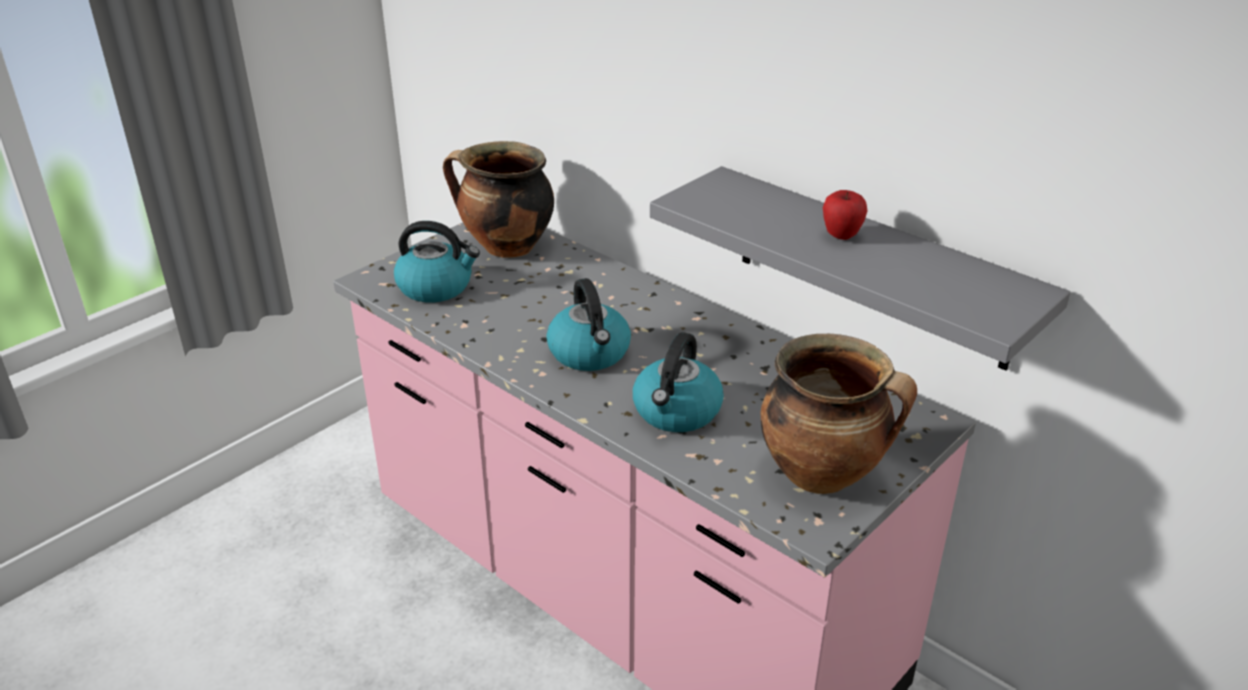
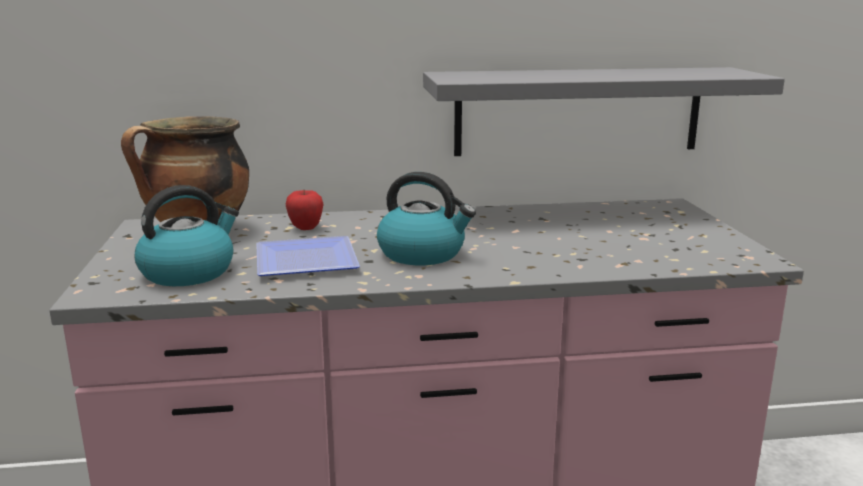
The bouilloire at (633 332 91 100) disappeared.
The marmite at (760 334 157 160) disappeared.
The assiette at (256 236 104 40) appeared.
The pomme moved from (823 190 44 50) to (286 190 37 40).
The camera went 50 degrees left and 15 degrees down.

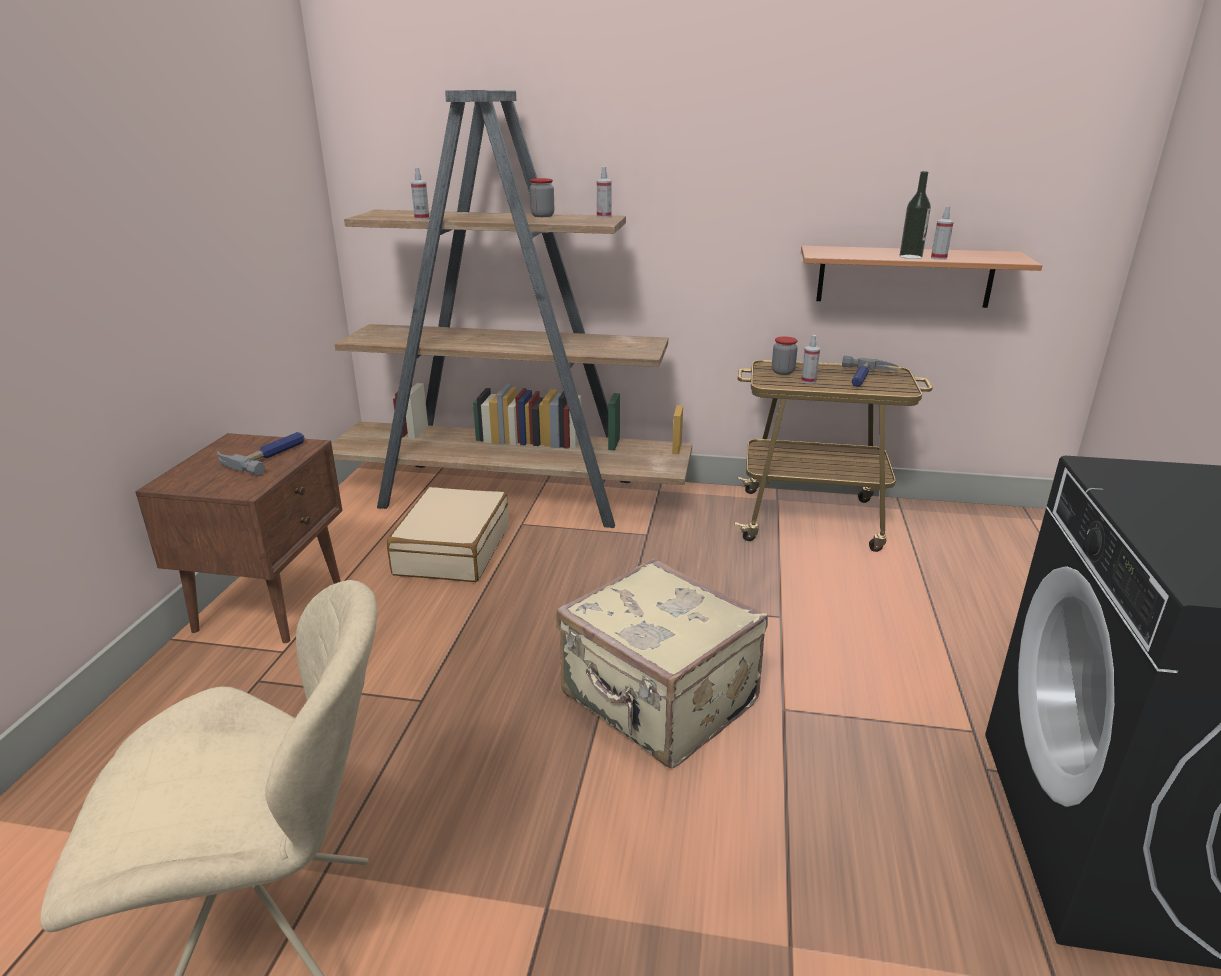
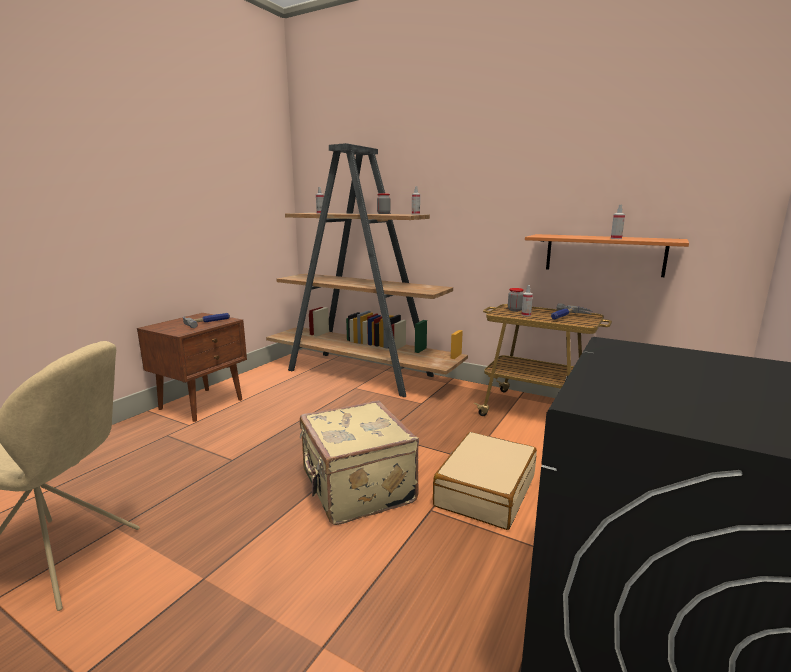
The bouteille at (900 171 31 88) disappeared.
The valise (beige) moved from (387 487 122 95) to (433 432 104 98).
The camera went 20 degrees right and 10 degrees down.

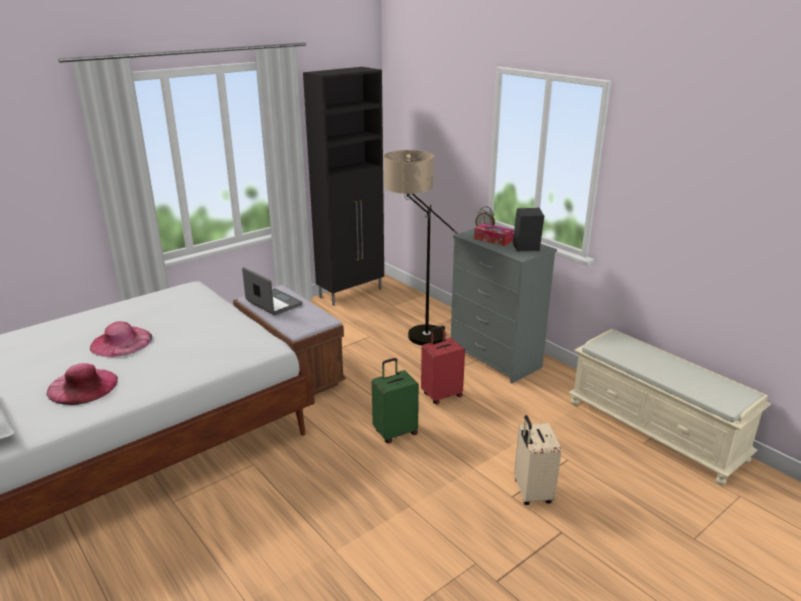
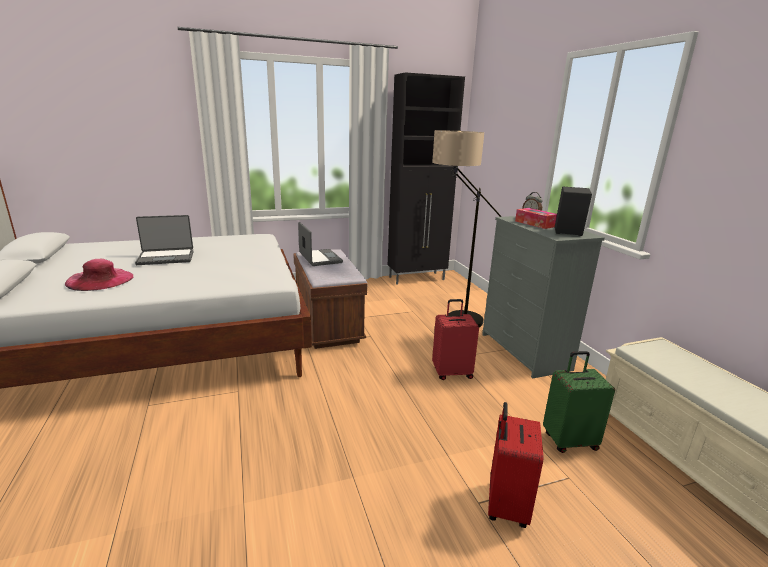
The valise (vert) moved from (372 358 47 85) to (543 351 72 102).
The chapeau (rose) at (90 322 62 35) was replaced by the ordinateur portable at (135 215 58 50).
The valise (beige) at (514 415 48 90) became the valise (rouge) at (488 402 56 126).
The camera went 20 degrees right and 5 degrees down.

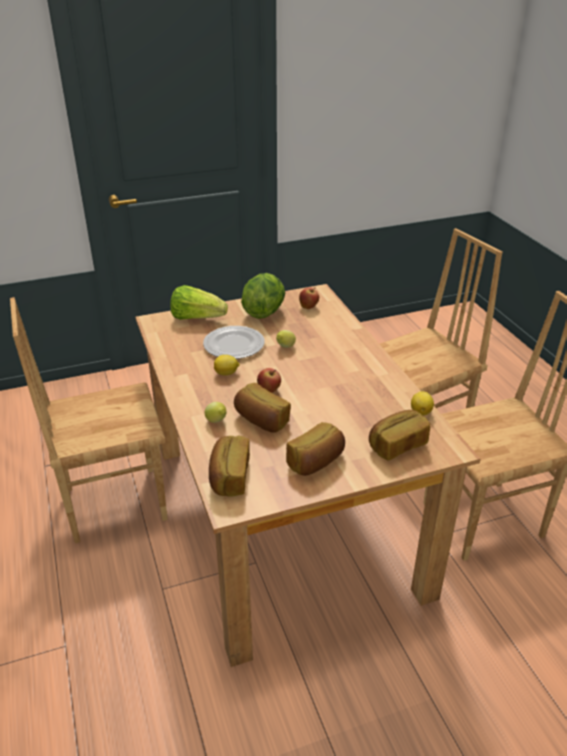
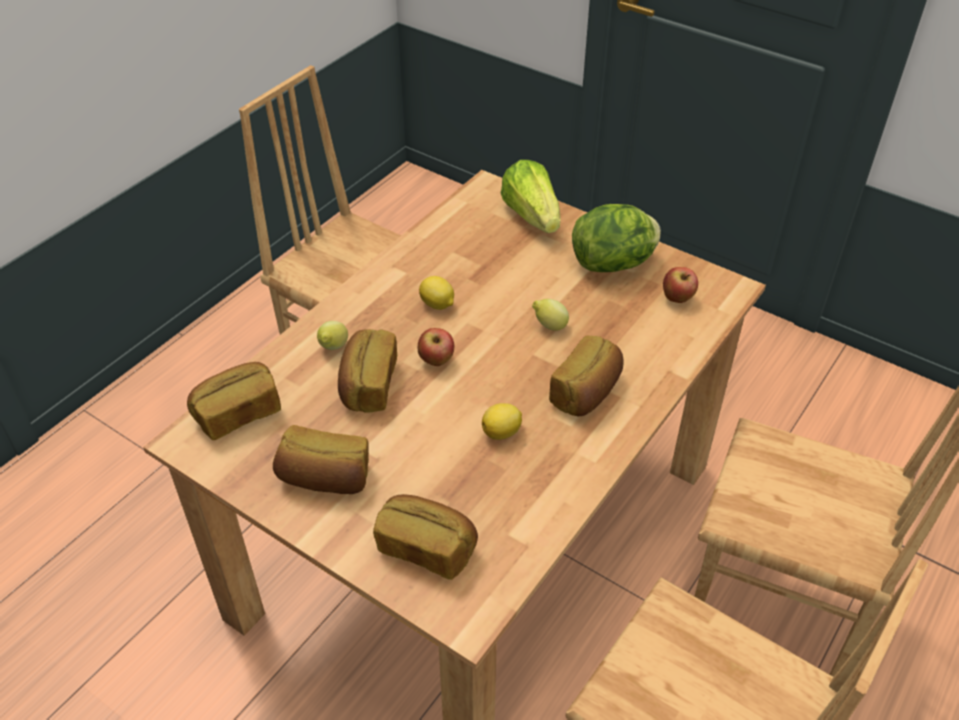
The assiette at (203 326 62 33) disappeared.
The pain at (549 335 75 81) appeared.
The citron moved from (411 391 23 25) to (482 403 40 37).
The camera went 55 degrees right and 10 degrees up.

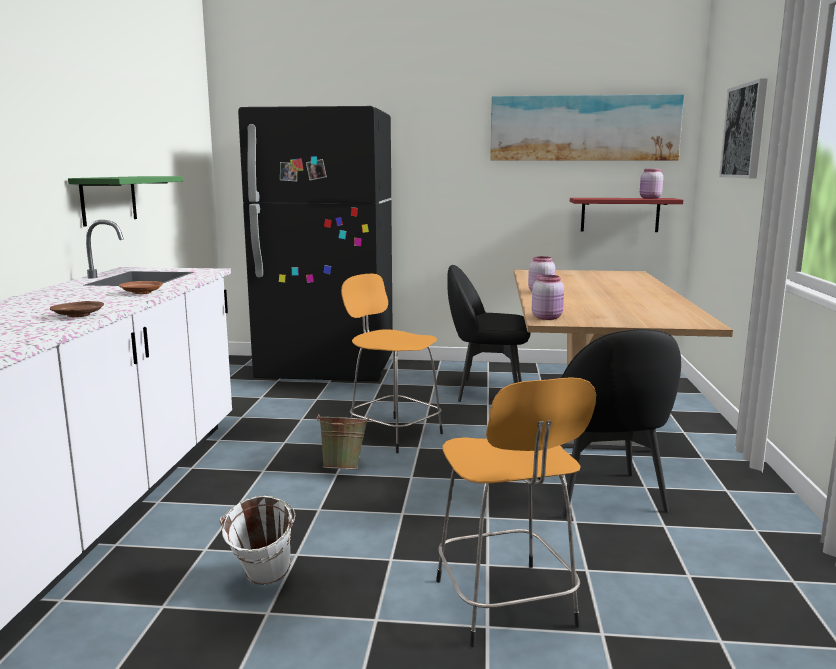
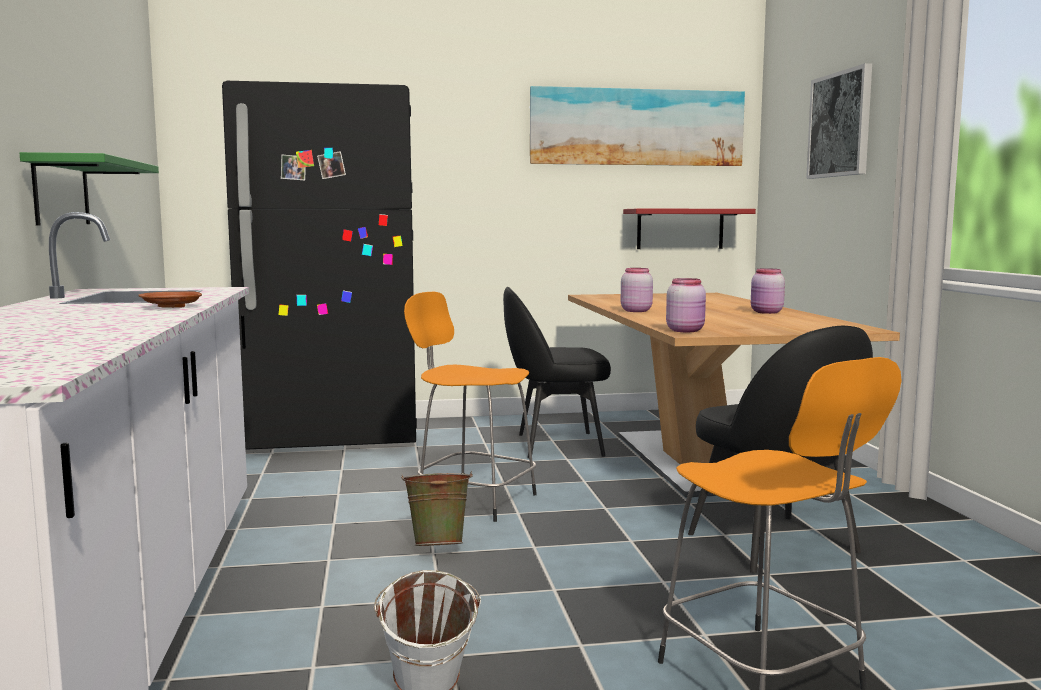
The assiette (marron) at (50 301 54 16) disappeared.
The bocal (rose) moved from (640 169 23 30) to (751 268 34 46).
The camera went 15 degrees left and 5 degrees down.

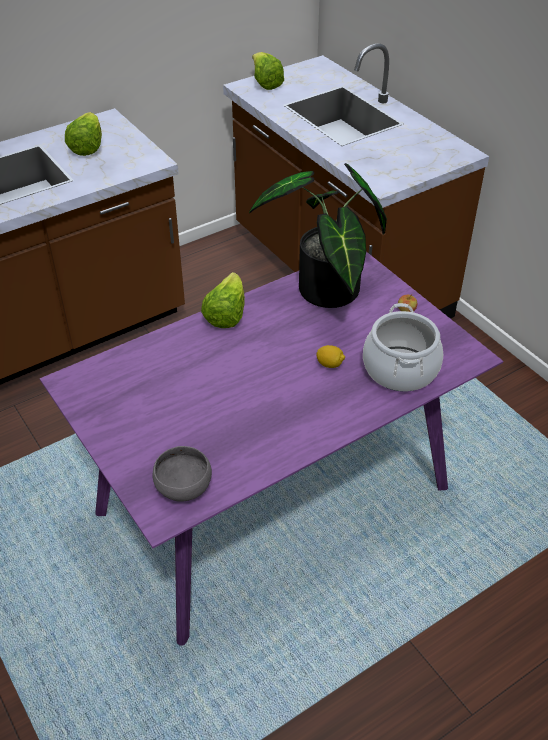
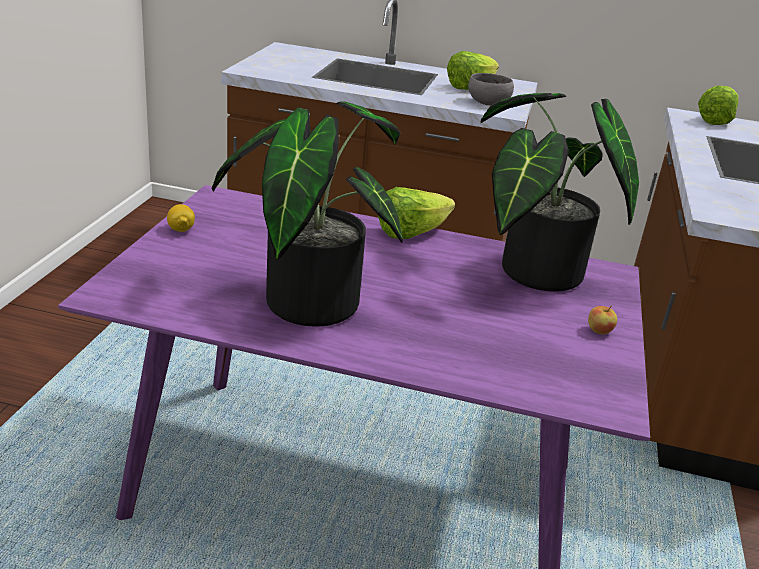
The marmite at (363 303 80 89) disappeared.
The plante en pot at (211 102 192 225) appeared.
The bol (gris) moved from (153 446 59 56) to (468 73 46 32).
The citron moved from (316 345 29 23) to (167 204 28 28).
The camera went 45 degrees right and 15 degrees down.

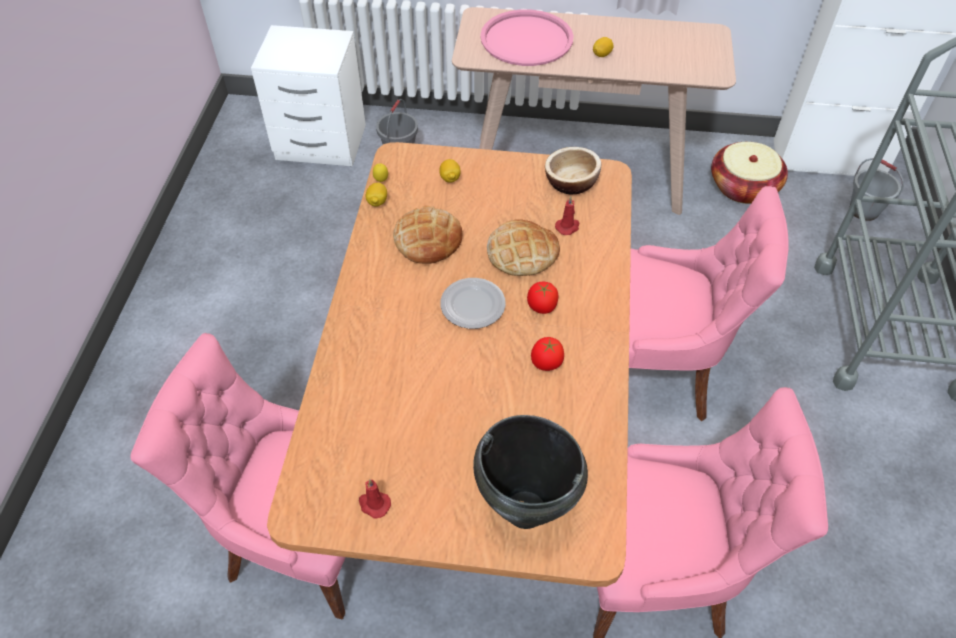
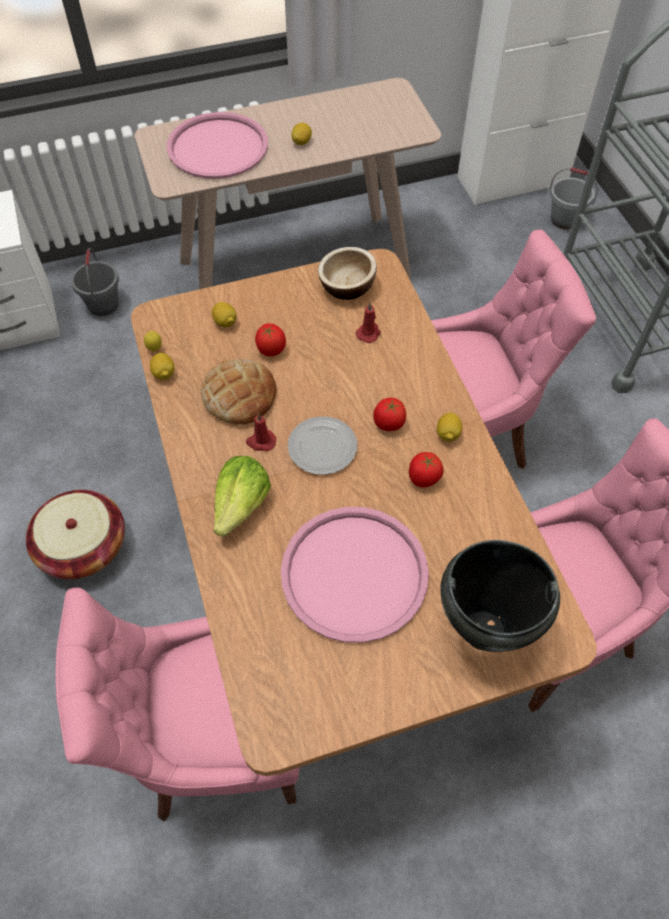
The pain at (487 219 73 57) disappeared.
The laitue at (214 456 57 81) appeared.
The tomate at (255 323 31 33) appeared.
The plateau (rose) at (281 507 148 136) appeared.
The citron at (437 412 25 30) appeared.
The bougie (rouge) moved from (359 479 32 40) to (246 413 30 38).
The panier moved from (711 142 77 62) to (26 490 99 89).
The camera went 25 degrees left and 5 degrees up.

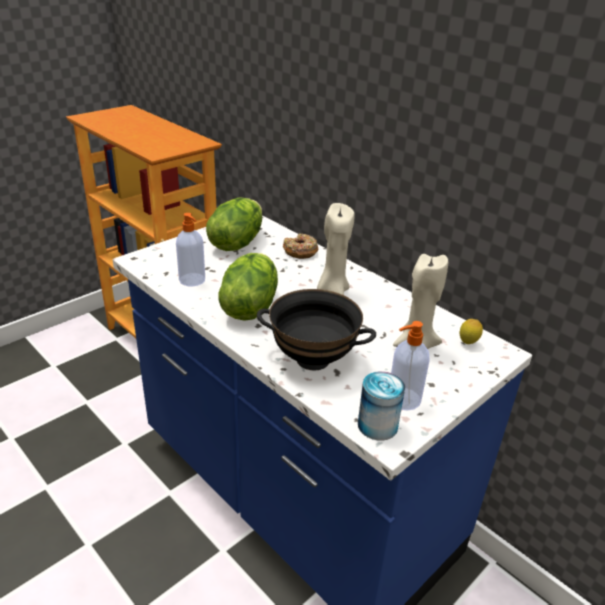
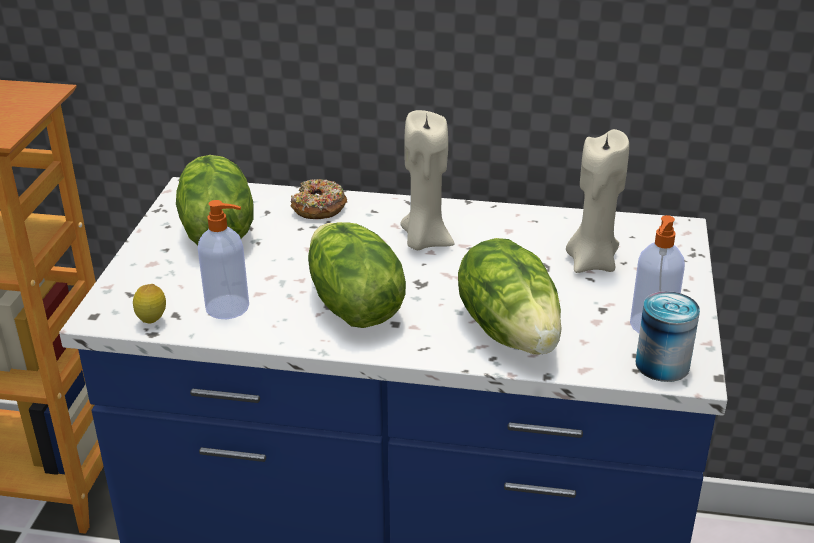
The citron moved from (460 319 23 25) to (133 284 33 40).
The bol (noir) at (257 289 119 81) was replaced by the laitue at (458 238 104 117).
The camera went 35 degrees left and 0 degrees up.

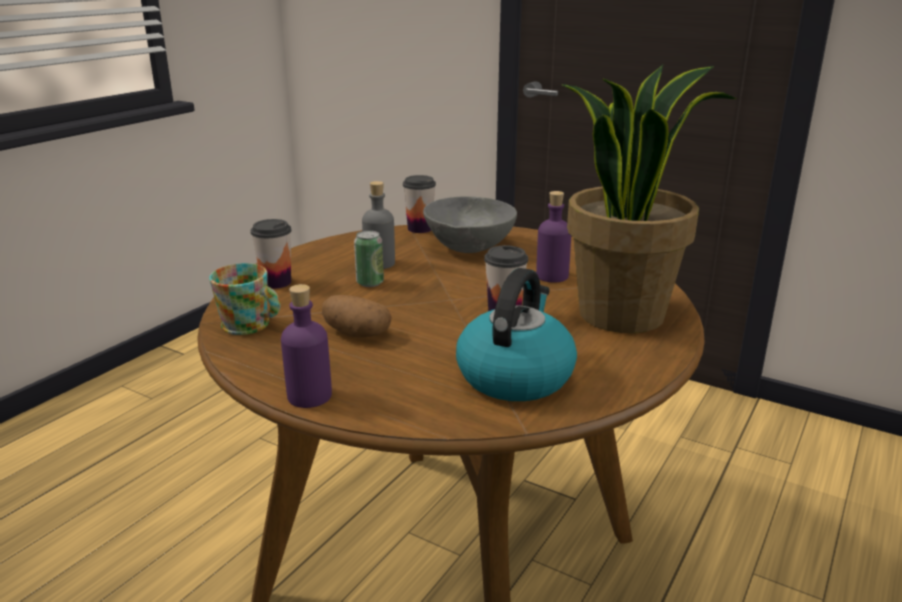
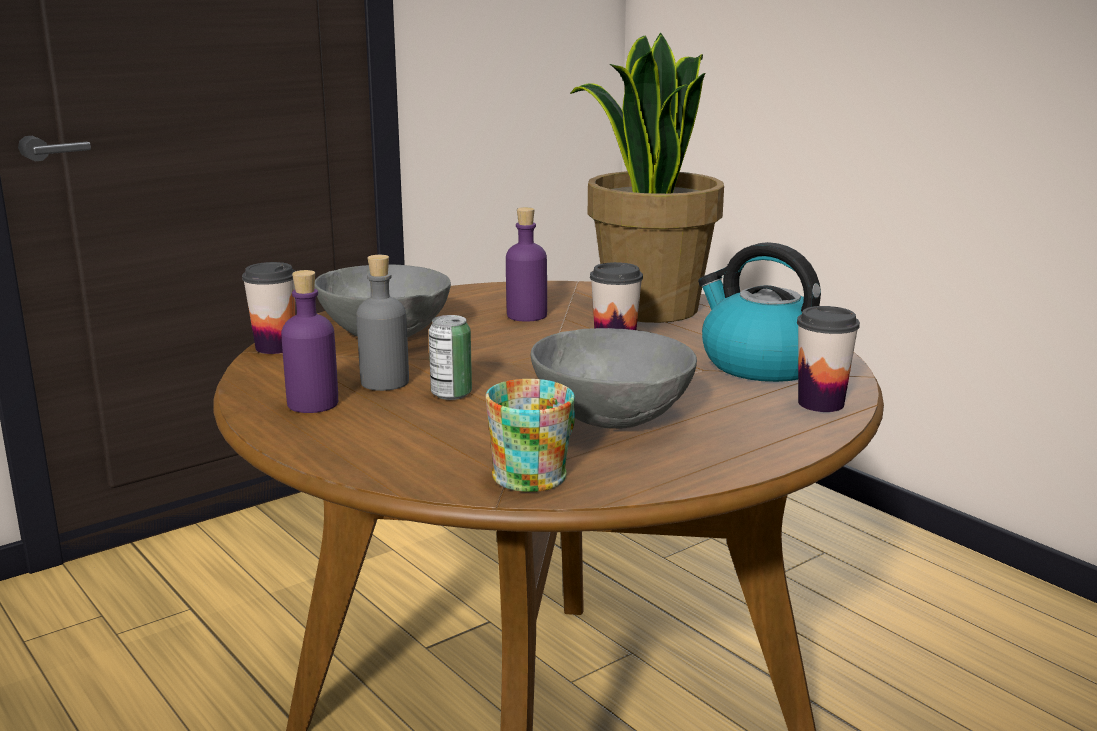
The tasse moved from (251 219 40 70) to (797 306 63 106).
The bouteille (violet) moved from (281 284 51 124) to (281 270 57 143).
The pomme de terre at (322 295 70 43) was replaced by the bol (gris) at (531 328 166 101).
The camera went 70 degrees left and 5 degrees down.

